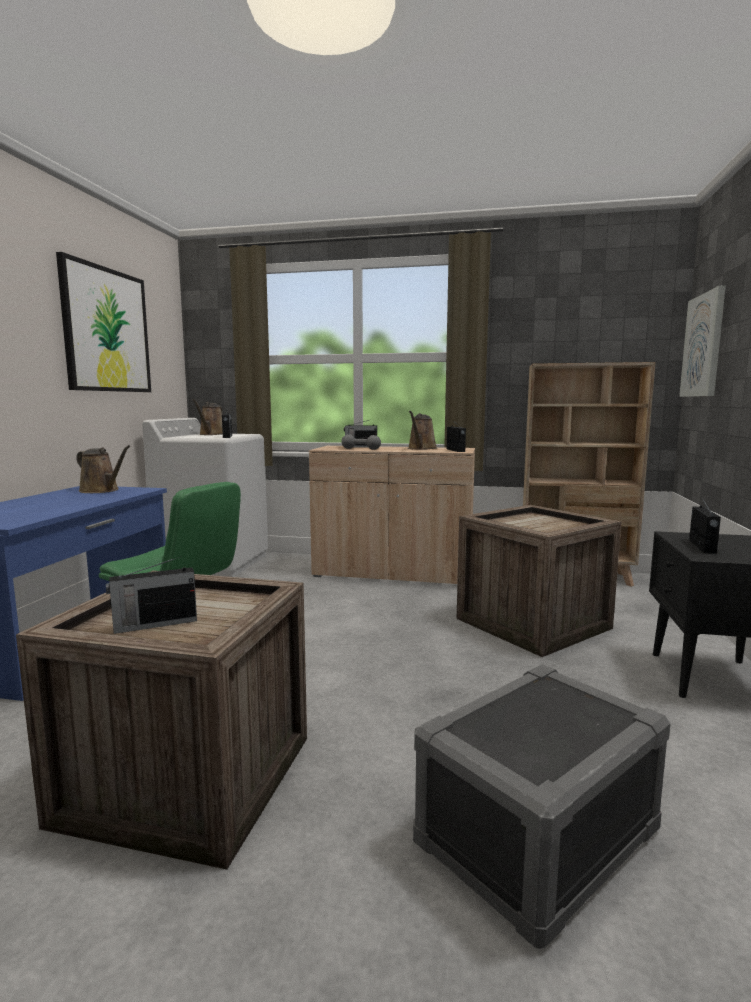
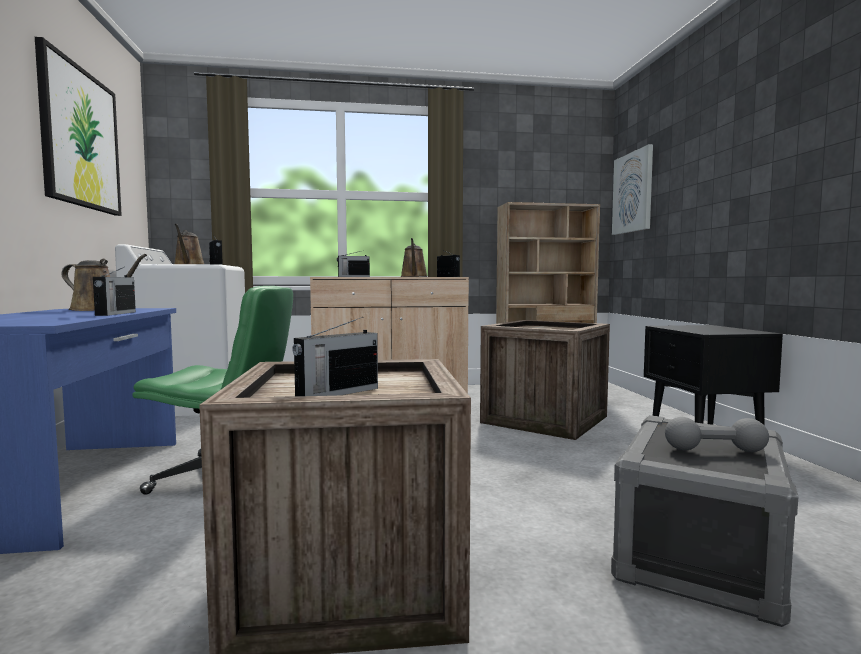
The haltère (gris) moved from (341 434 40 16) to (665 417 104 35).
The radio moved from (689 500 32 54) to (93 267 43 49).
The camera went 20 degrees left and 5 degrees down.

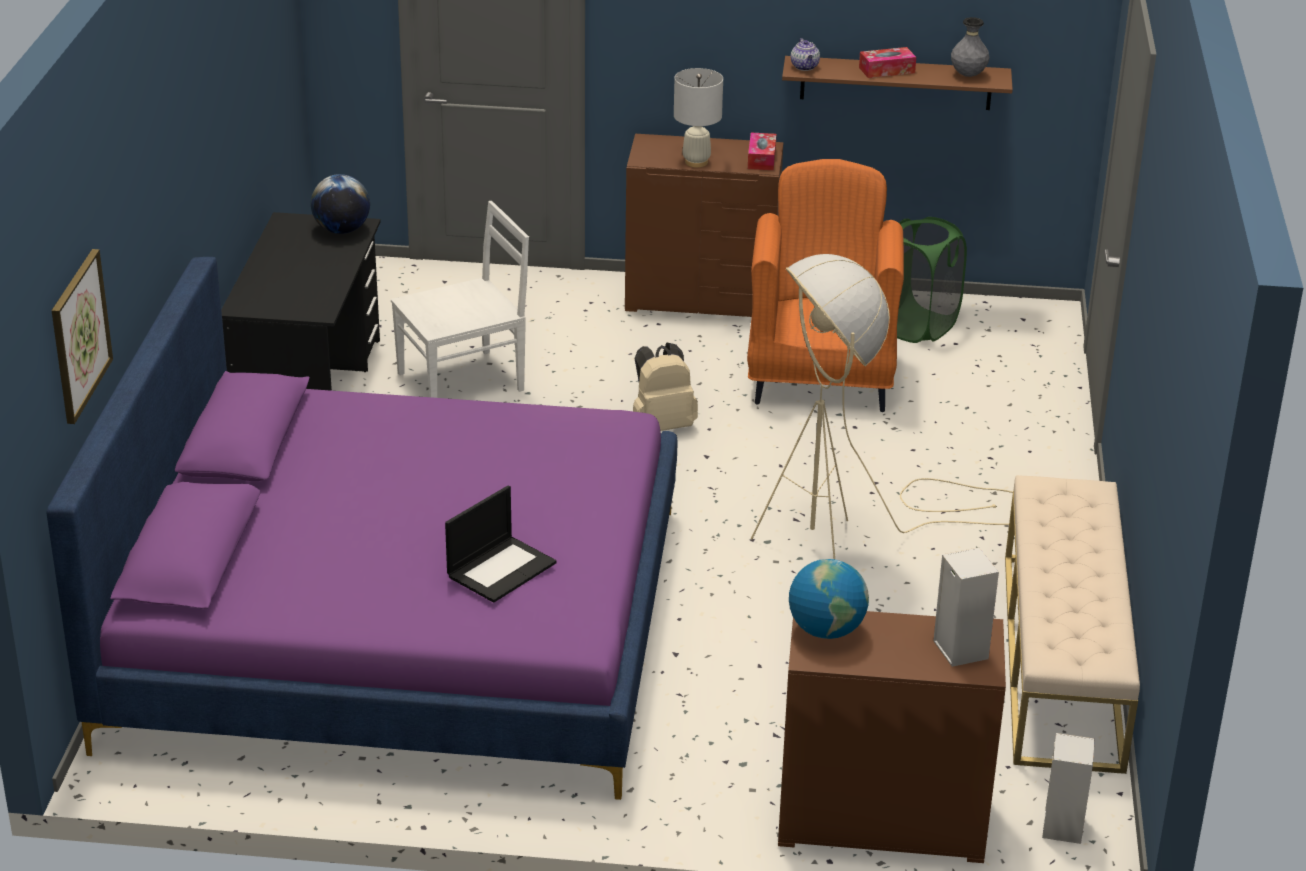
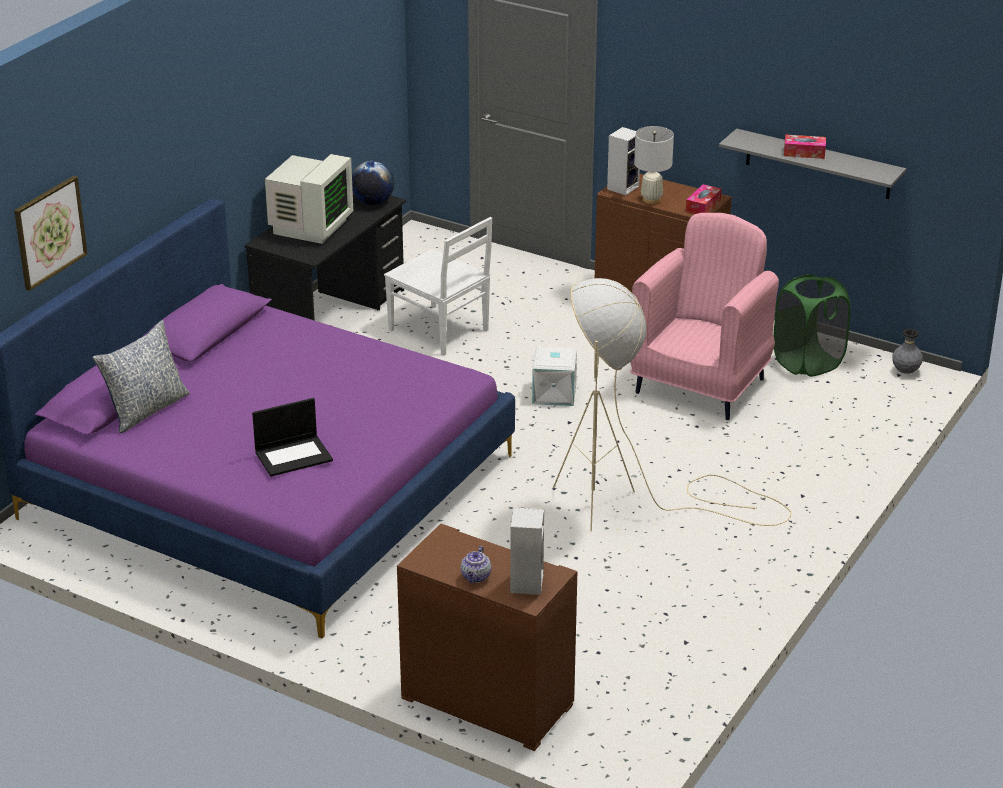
The globe at (789 559 80 80) disappeared.
The banc (beige) at (1005 475 135 299) disappeared.
The coussin at (92 320 98 113) appeared.
The écran d'ordinateur at (265 154 88 90) appeared.
The théière moved from (791 38 29 33) to (461 546 30 37).
The vase (gris) moved from (951 17 39 60) to (892 329 31 45).
The enceinte moved from (1042 733 53 111) to (607 127 33 68).
The sac à dos (beige) at (633 343 65 88) was replaced by the boîte de rangement (blanc) at (531 347 48 59).
The fauteuil (orange) at (747 159 157 253) became the fauteuil (rose) at (630 213 149 207).
The étagère (marron) at (782 56 231 54) became the étagère (gris) at (719 129 187 70).
The chaise (blanc) at (391 201 138 197) turned 45 degrees clockwise.
The camera went 25 degrees right and 0 degrees up.

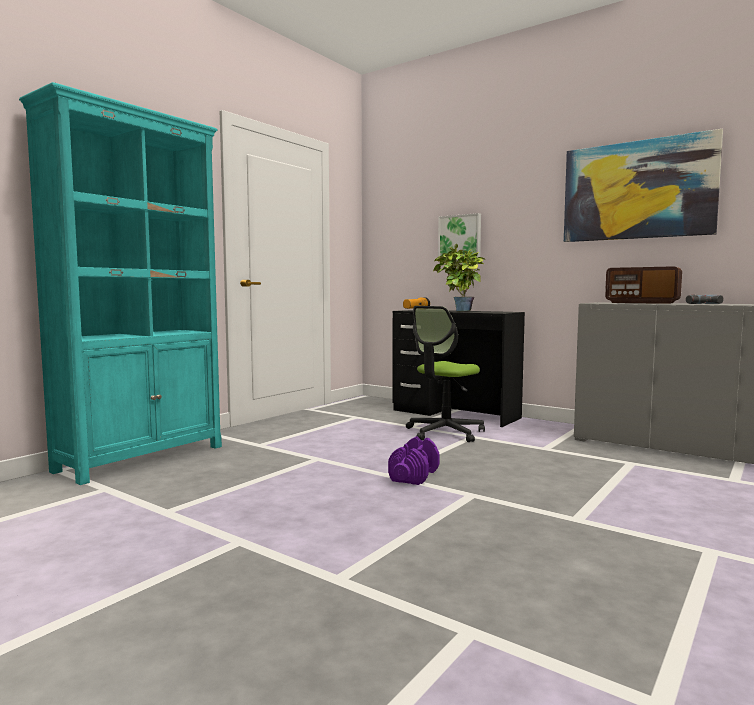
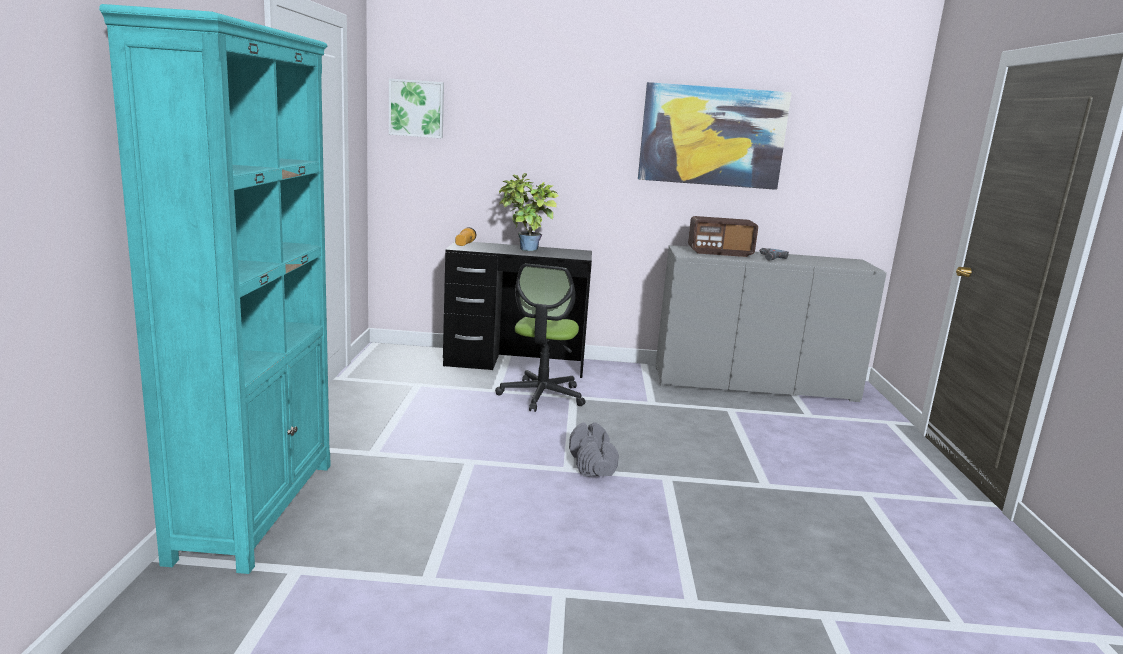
The tableau moved from (438 213 43 47) to (389 79 55 59).
The haltère (violet) at (388 437 52 48) became the haltère (gris) at (569 422 50 55).
The camera went 35 degrees left and 10 degrees up.

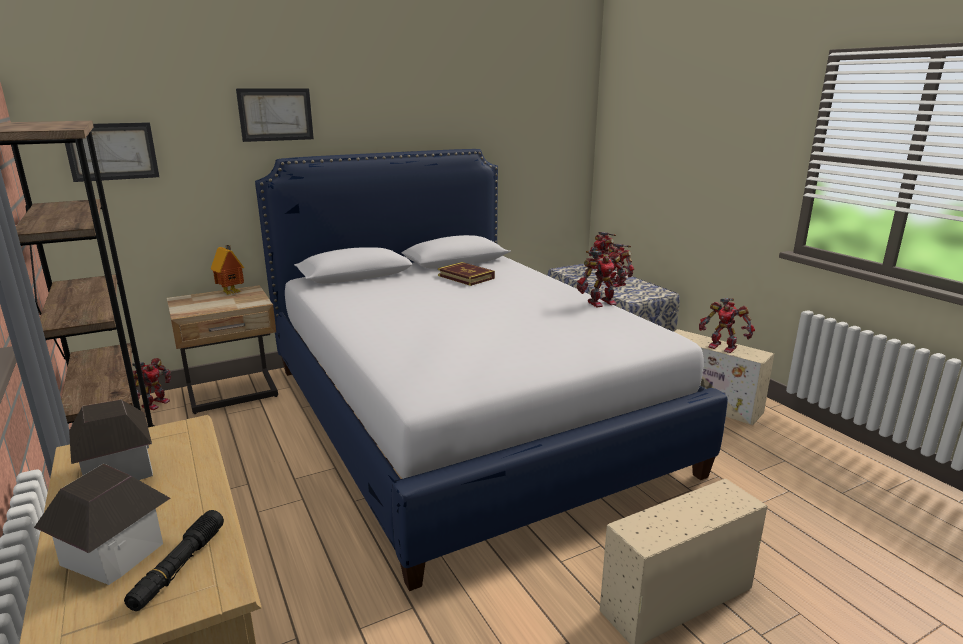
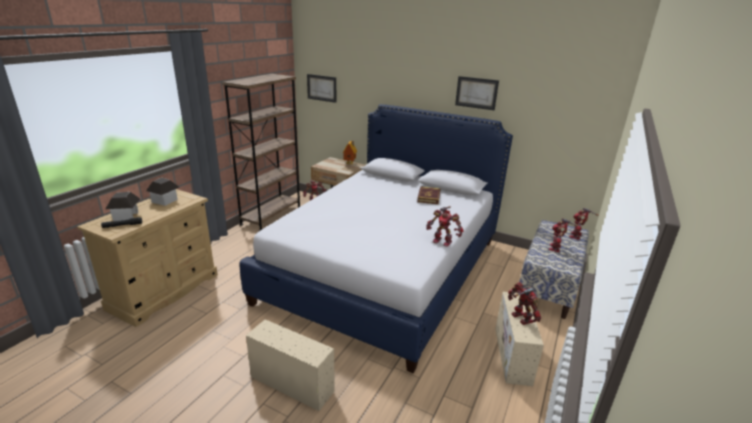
The tableau moved from (236 88 78 54) to (455 76 44 34).
The robot jouet at (699 298 56 55) turned 150 degrees clockwise.
The camera went 55 degrees right and 5 degrees up.

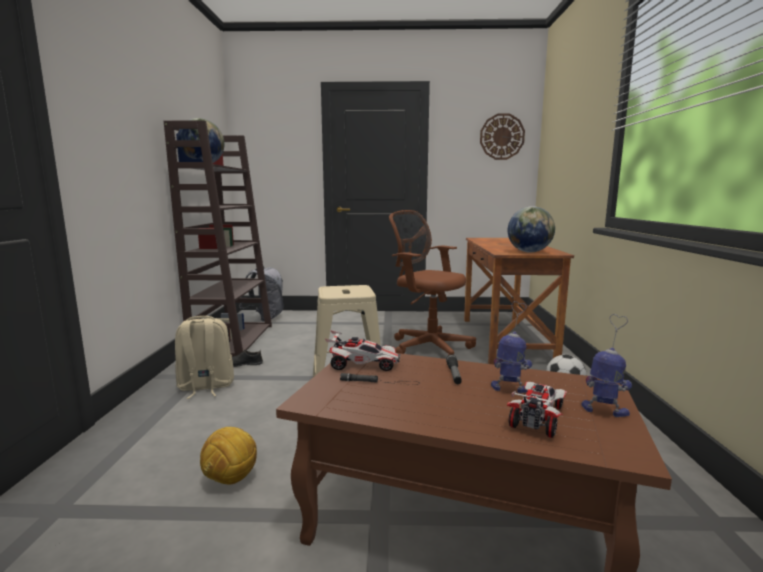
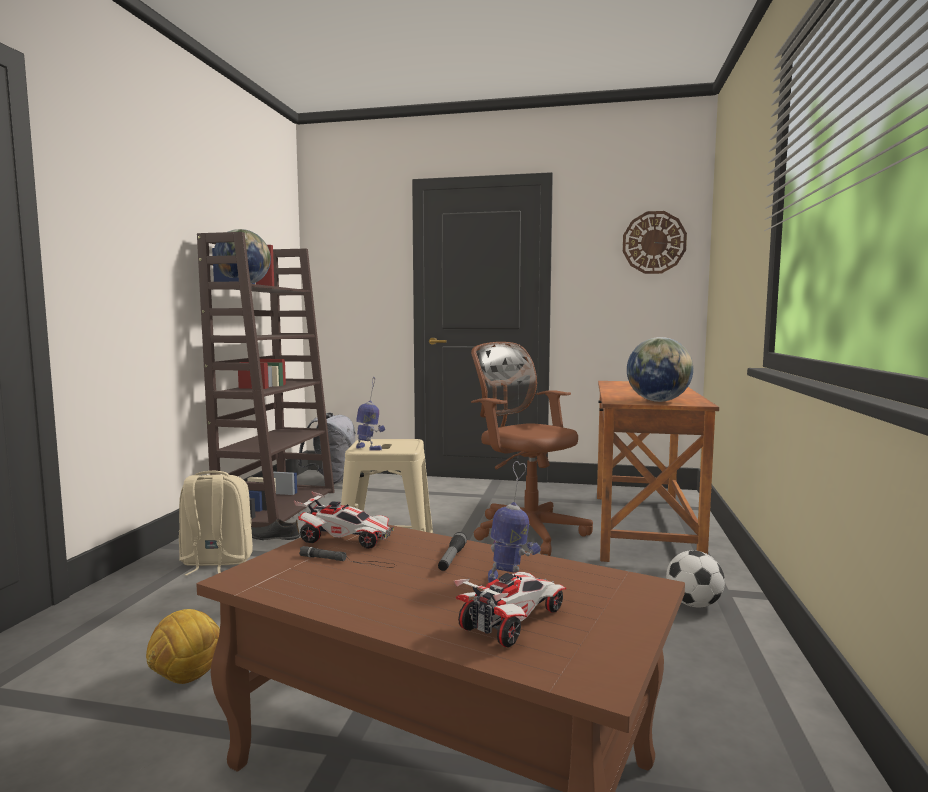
The robot jouet moved from (581 314 51 103) to (356 377 29 74).
The camera went 10 degrees right and 5 degrees down.

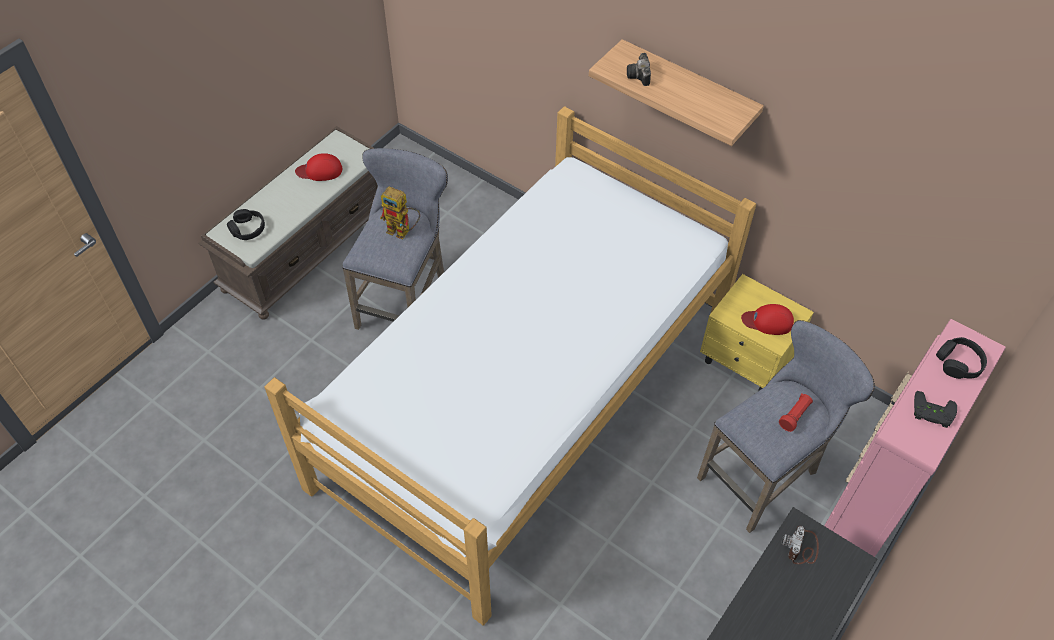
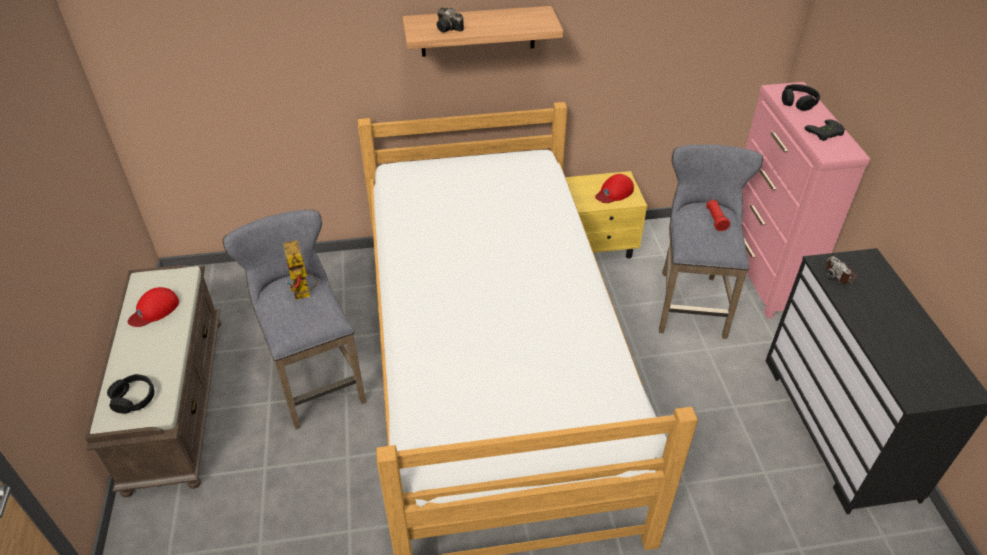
The robot jouet at (380 187 40 52) turned 90 degrees clockwise.
The camera went 45 degrees left and 10 degrees down.

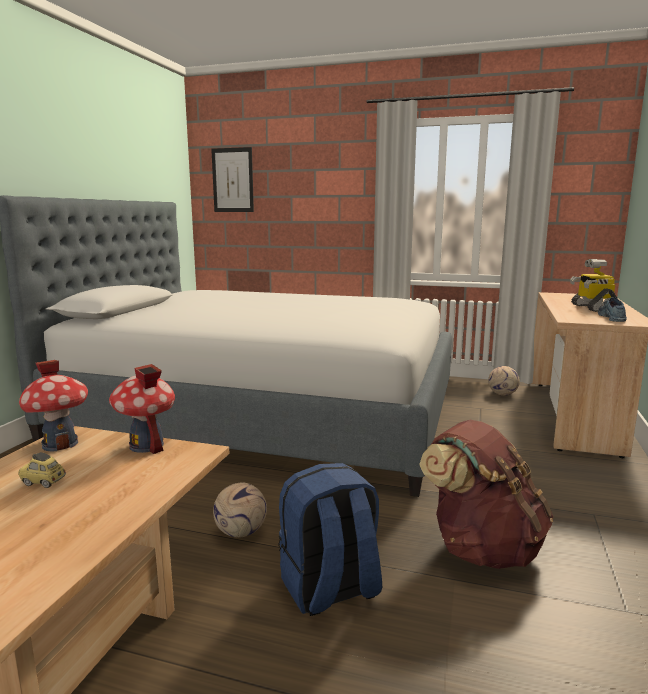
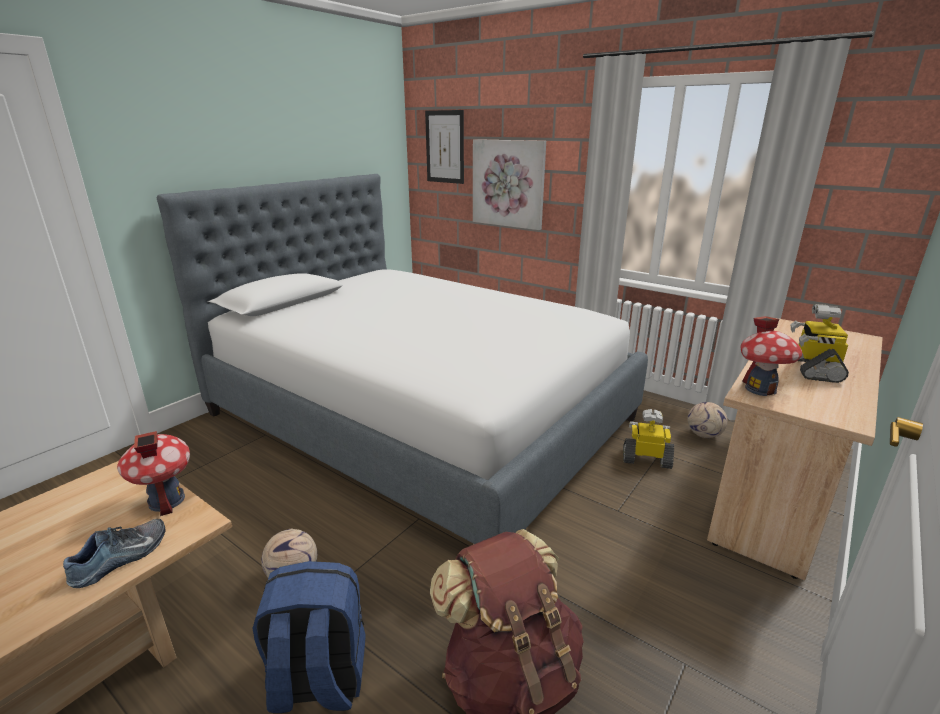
The petite voiture at (18 452 48 36) disappeared.
The tableau at (473 139 73 91) appeared.
The robot jouet at (623 409 51 60) appeared.
The maison miniature moved from (19 360 69 91) to (740 316 62 80).
The chaussure moved from (598 297 29 25) to (63 519 103 69).
The camera went 20 degrees right and 10 degrees up.

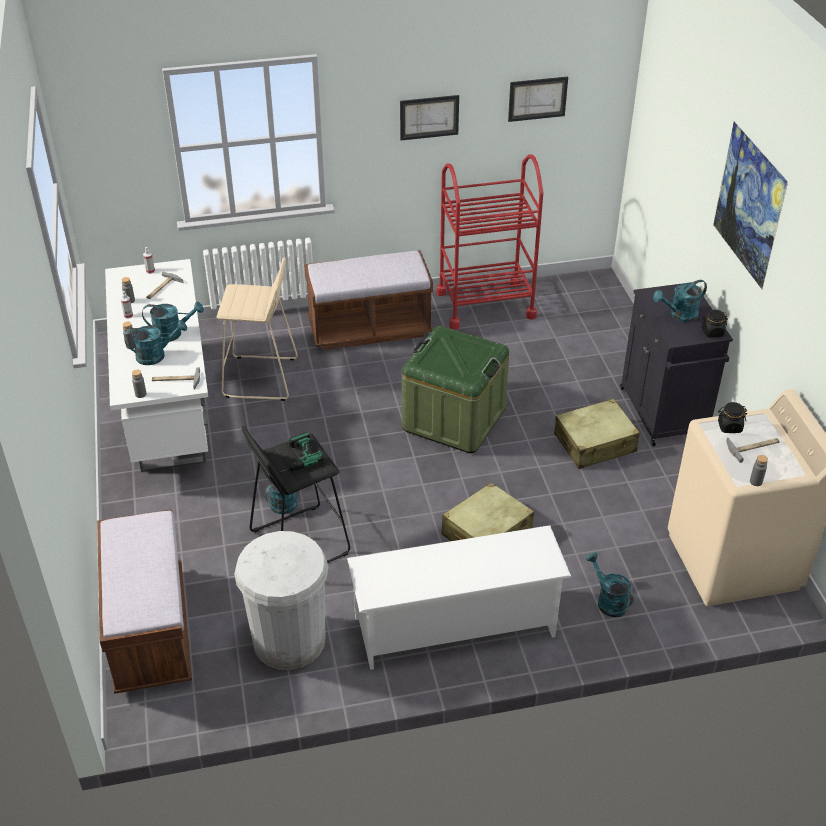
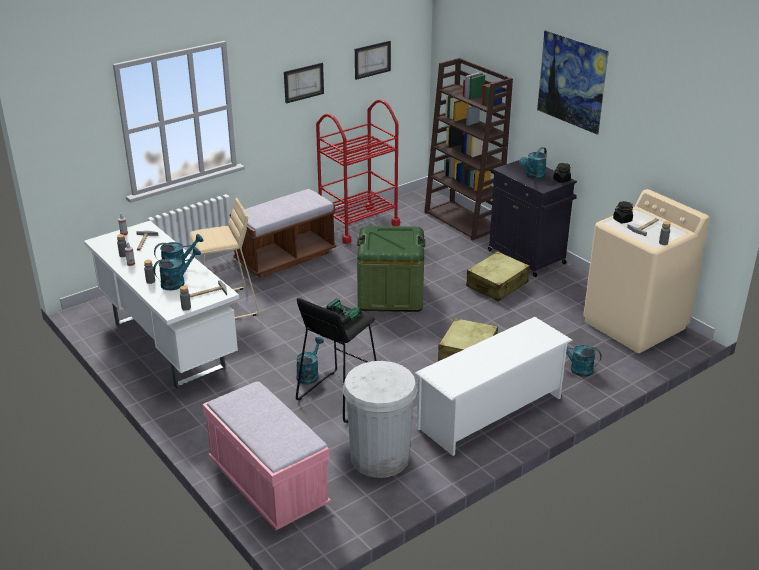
The bibliothèque (marron) at (424 58 89 183) appeared.
The banc (marron) at (97 509 95 185) became the banc (rose) at (203 381 128 150).
The camera went 25 degrees left and 10 degrees down.

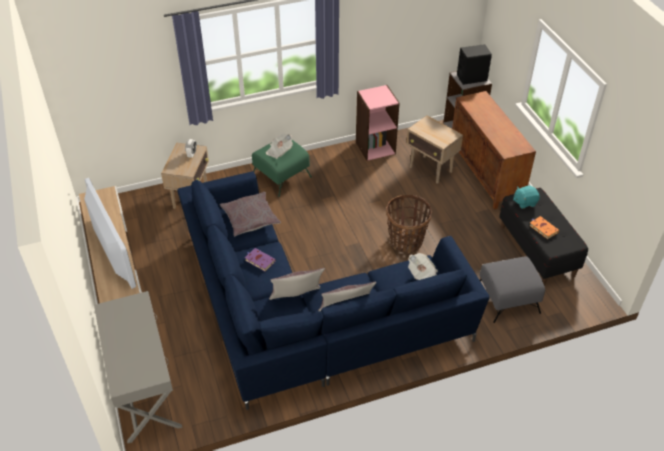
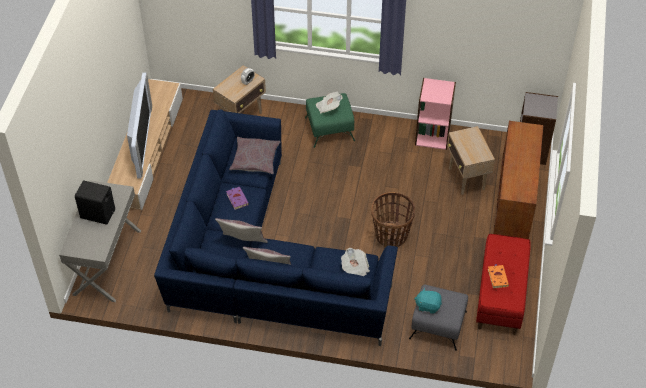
The enceinte (noir) moved from (457 44 35 41) to (75 180 40 45).
The peluche (turquoise) moved from (513 185 27 24) to (414 288 28 26).
The banc (noir) at (499 188 89 98) became the banc (rouge) at (476 234 55 101).
The camera went 30 degrees right and 5 degrees up.

